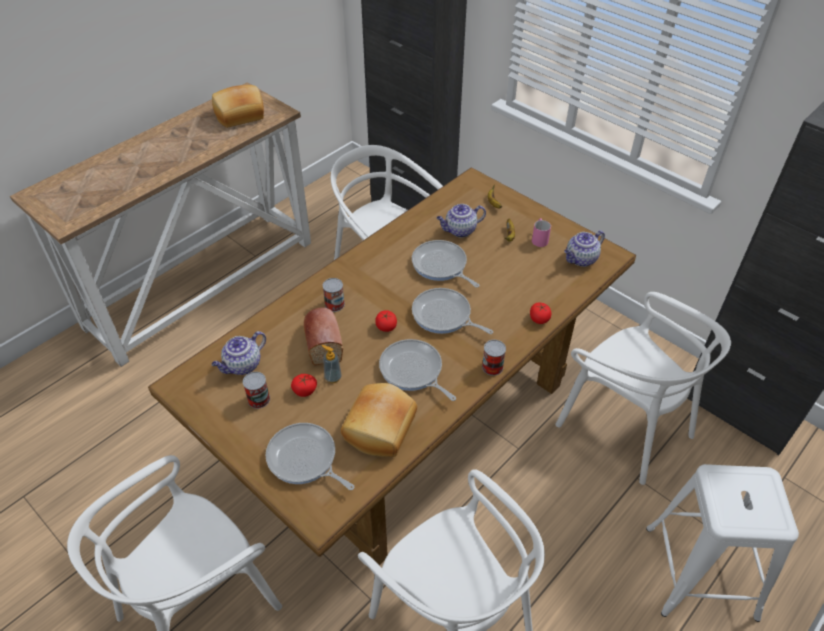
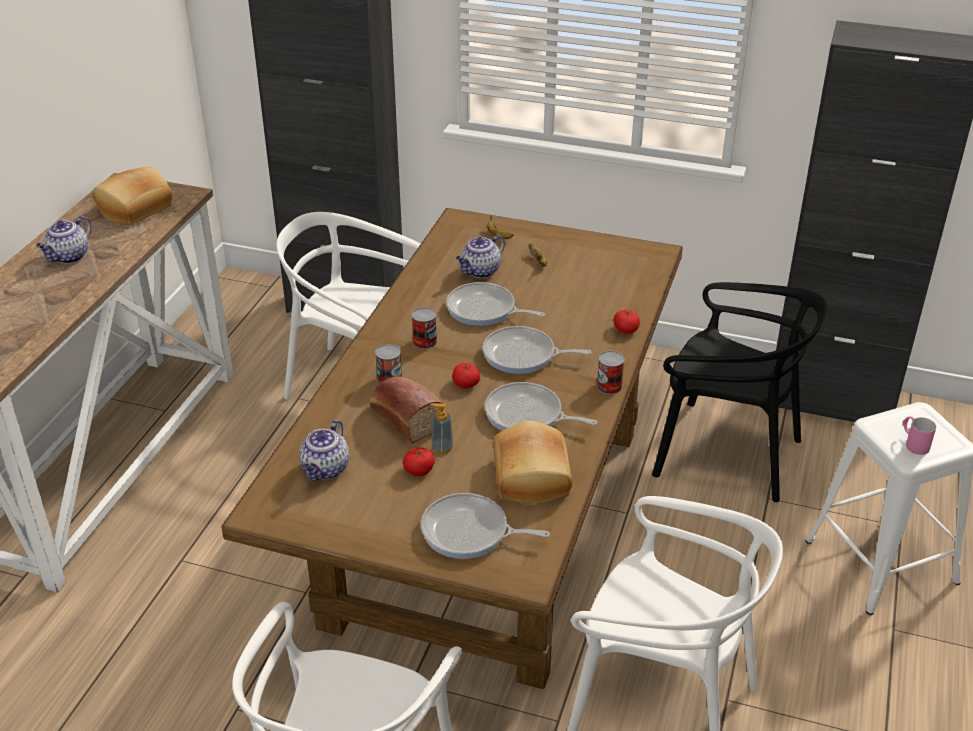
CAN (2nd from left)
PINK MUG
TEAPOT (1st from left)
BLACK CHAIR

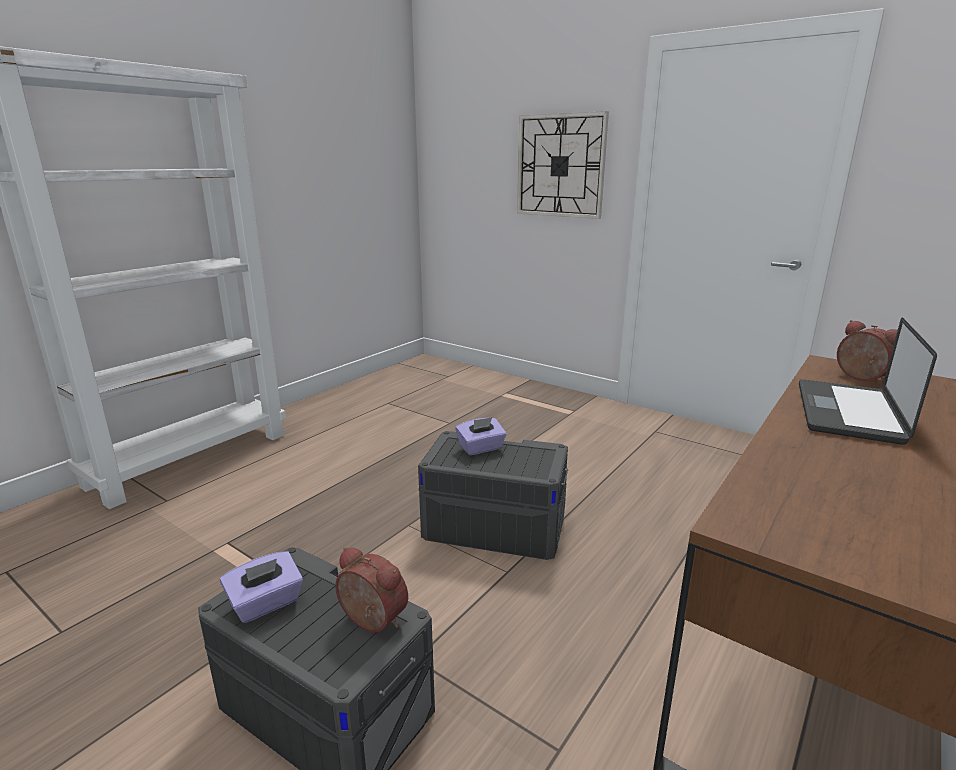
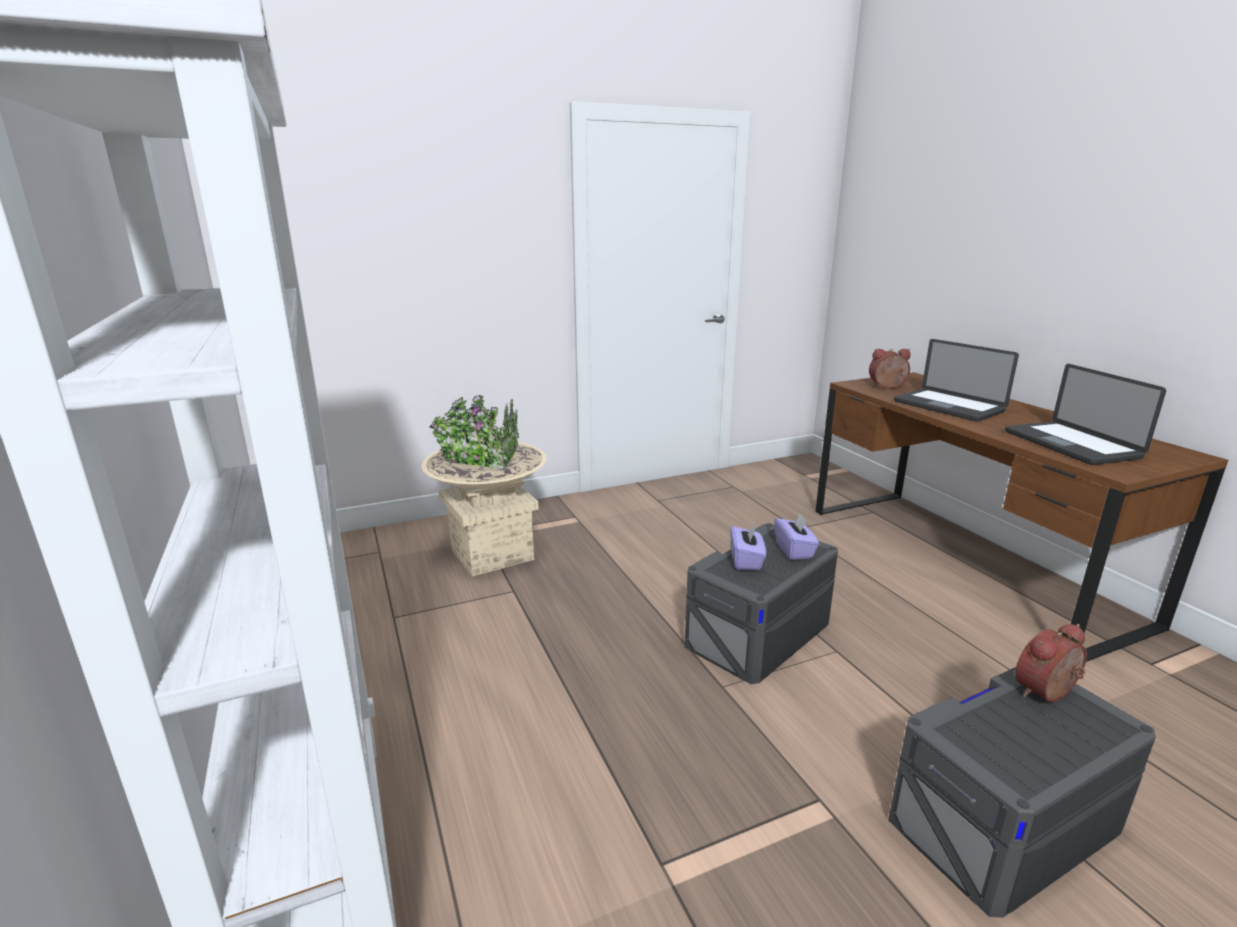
WALL CLOCK
BEIGE PLANTER
LAPTOP (2nd from left)
PURPLE TISSUE BOX (2nd from left)

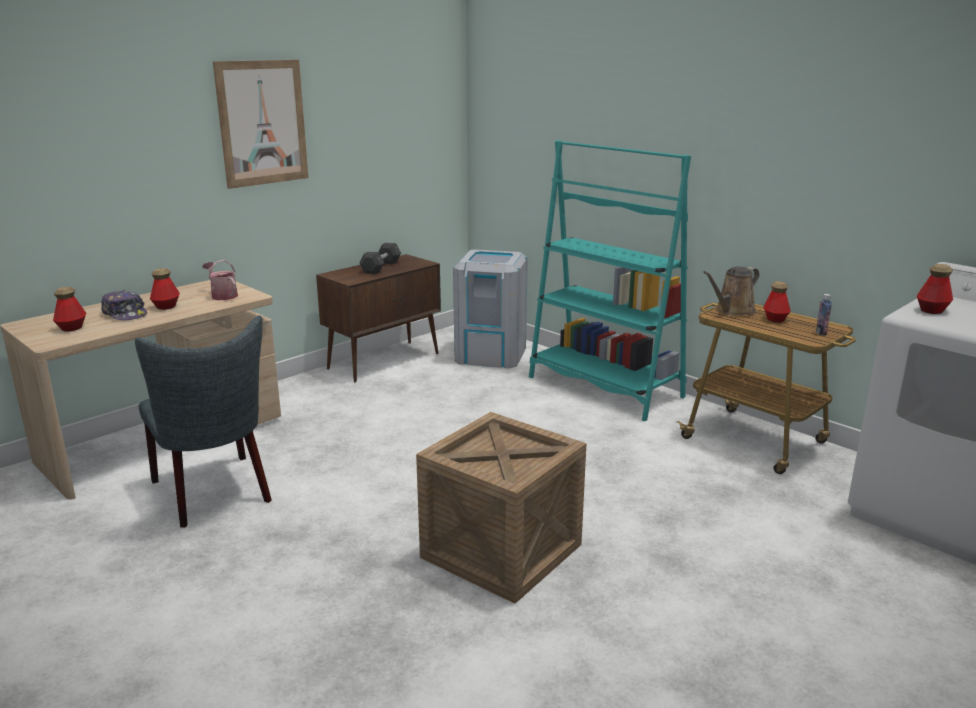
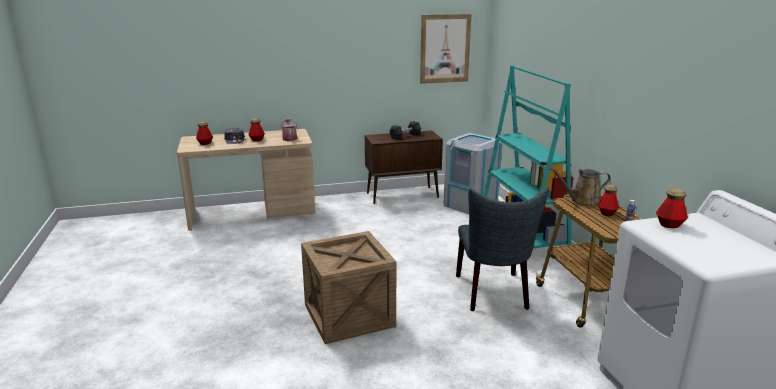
GREY CHAIR
PICTURE

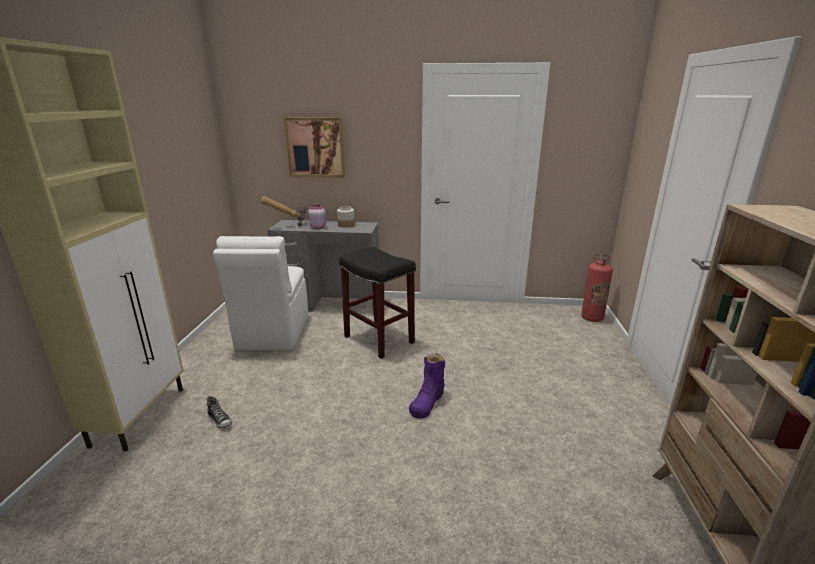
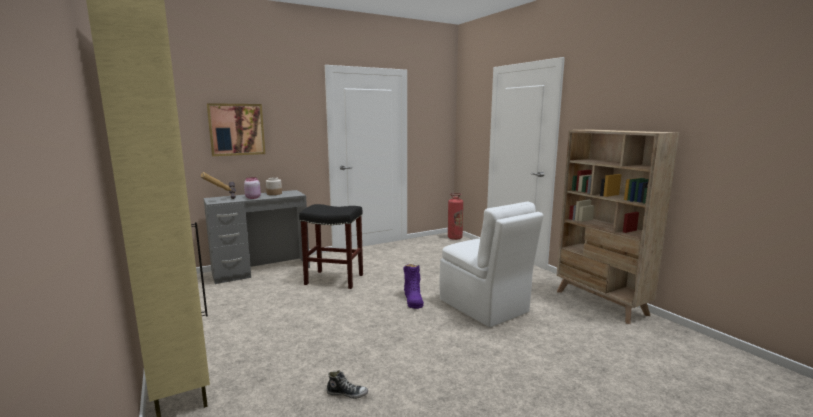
SHOE
WHITE CHAIR

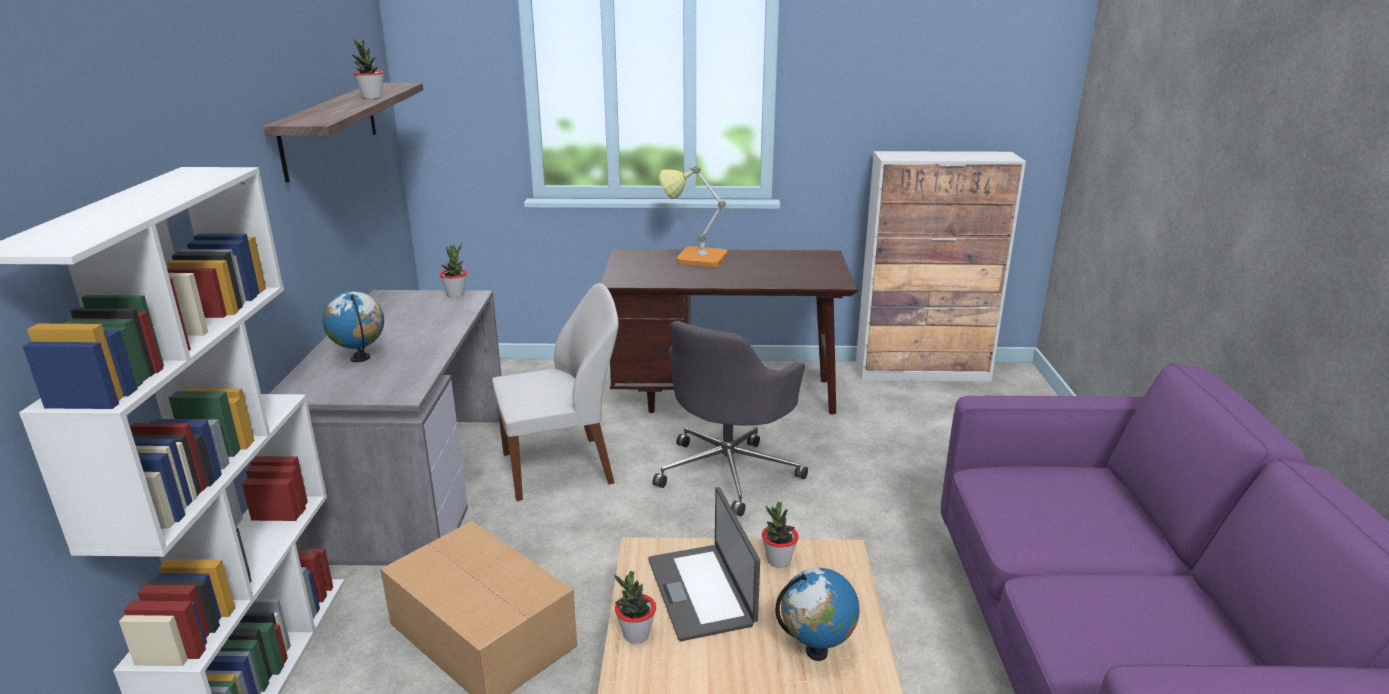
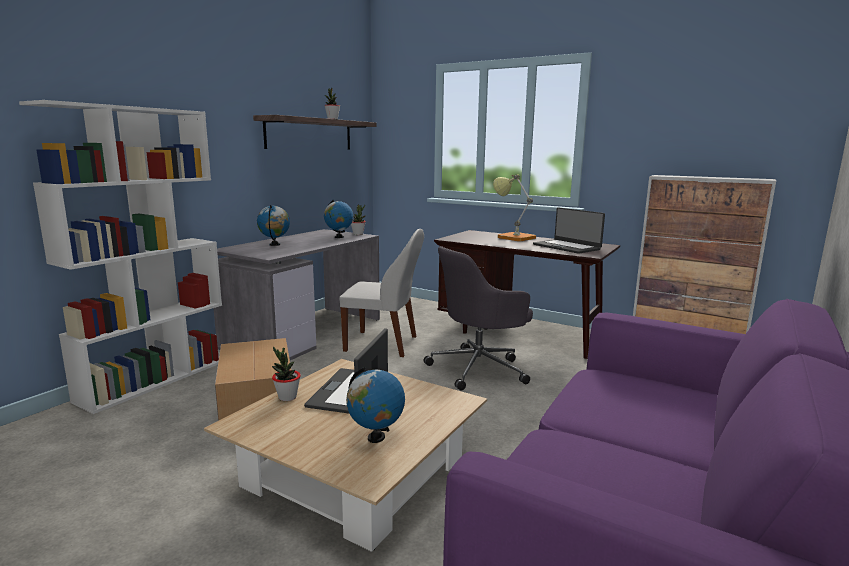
POTTED PLANT (4th from left in the first image)
GLOBE (2nd from left)
LAPTOP (2nd from left)

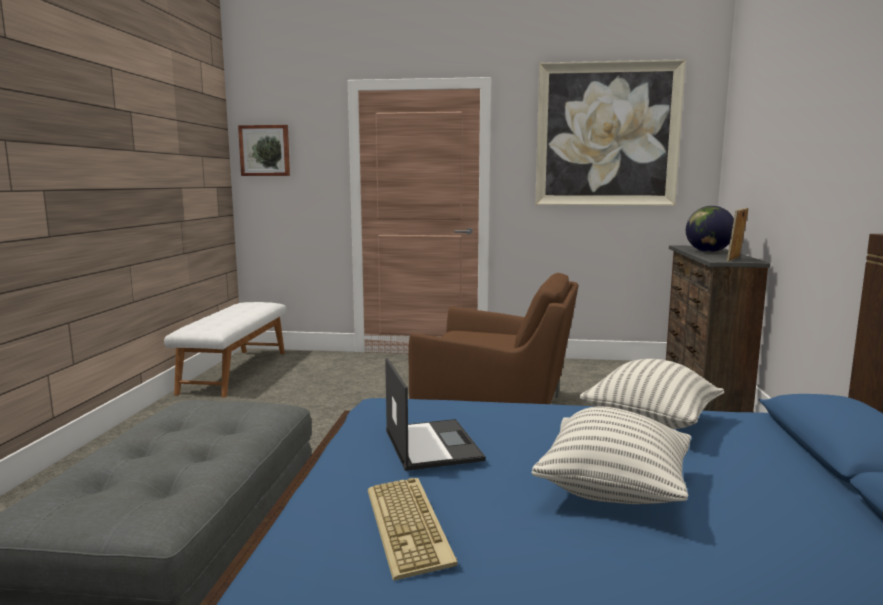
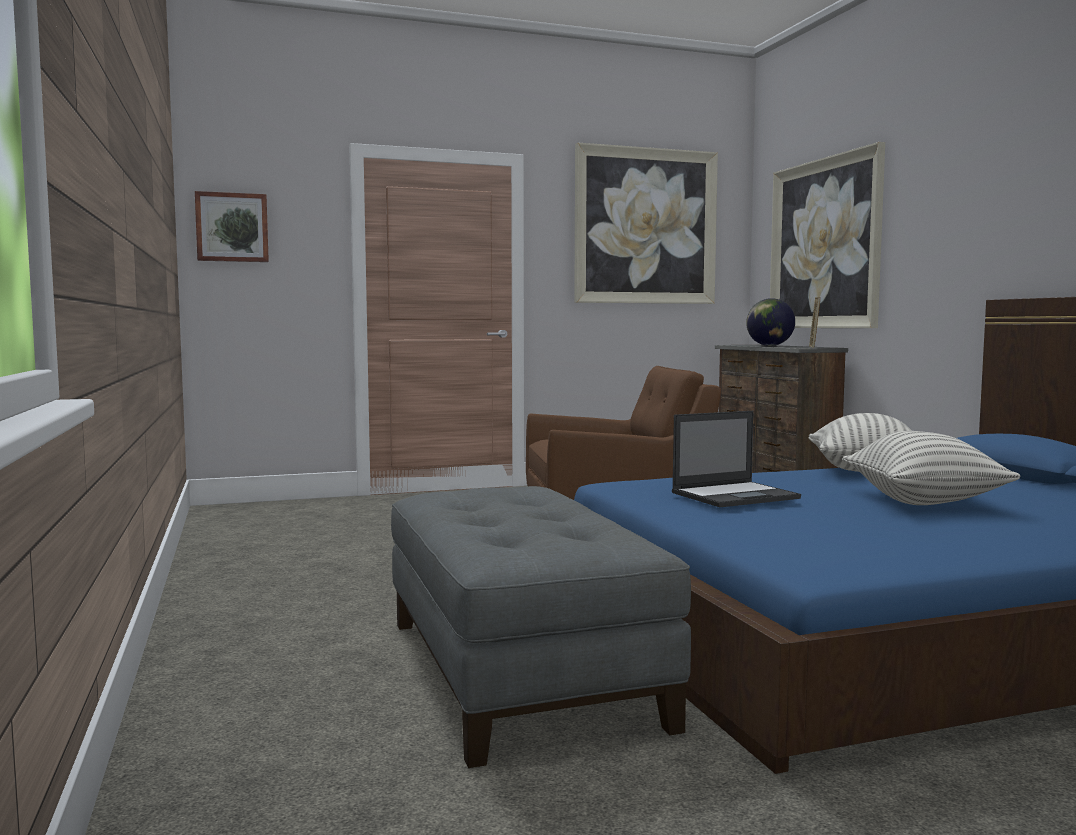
WHITE BENCH
KEYBOARD
PICTURE (3rd from left)
LAPTOP

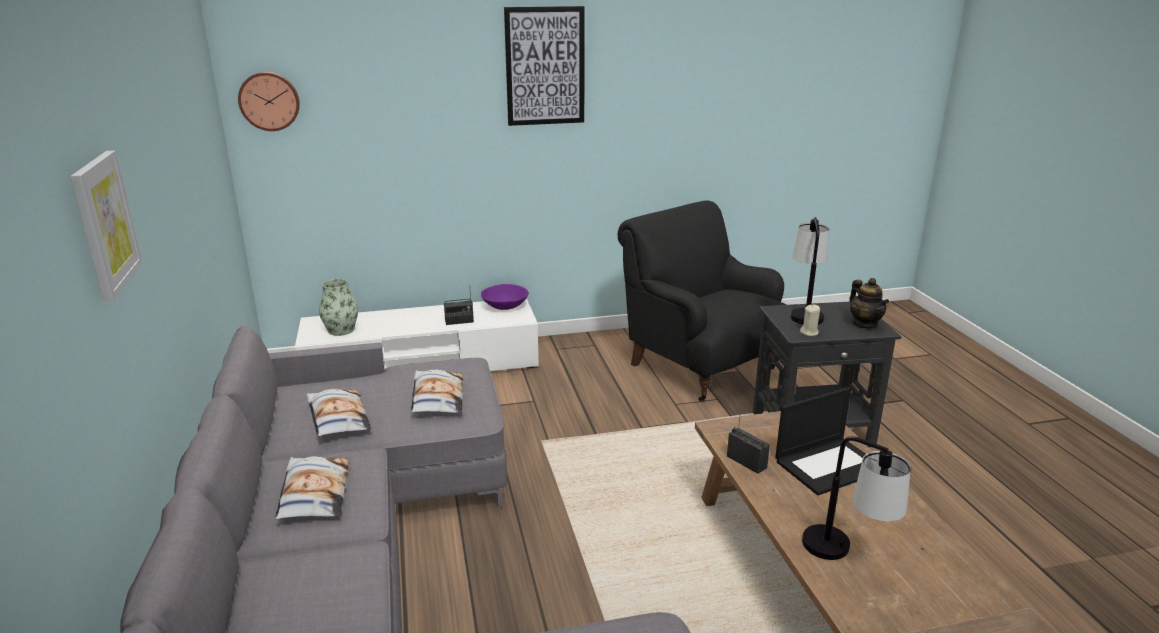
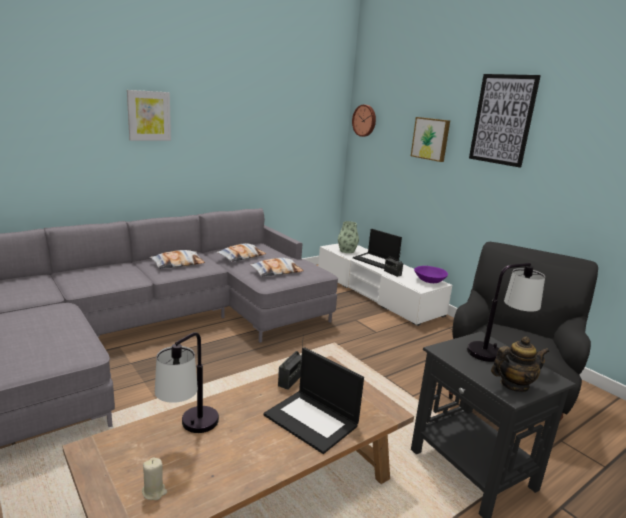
LAPTOP (2nd from left)
PICTURE (2nd from left)
BEIGE CANDLE
TEAPOT

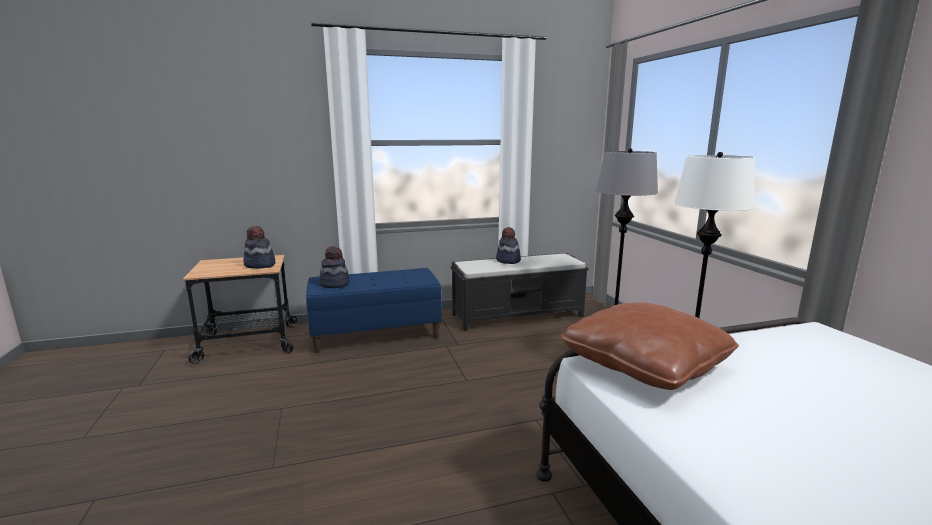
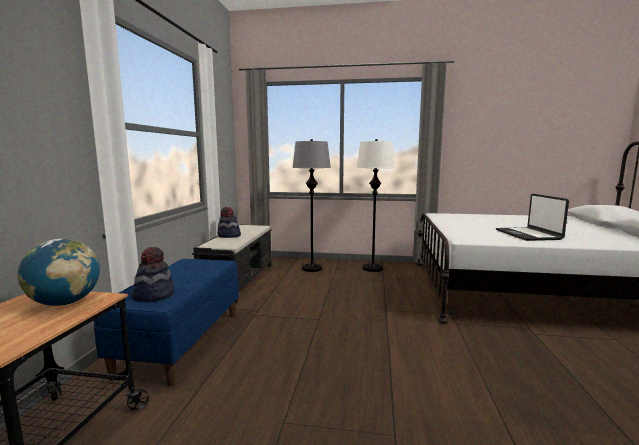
BROWN PILLOW
LAPTOP
GLOBE

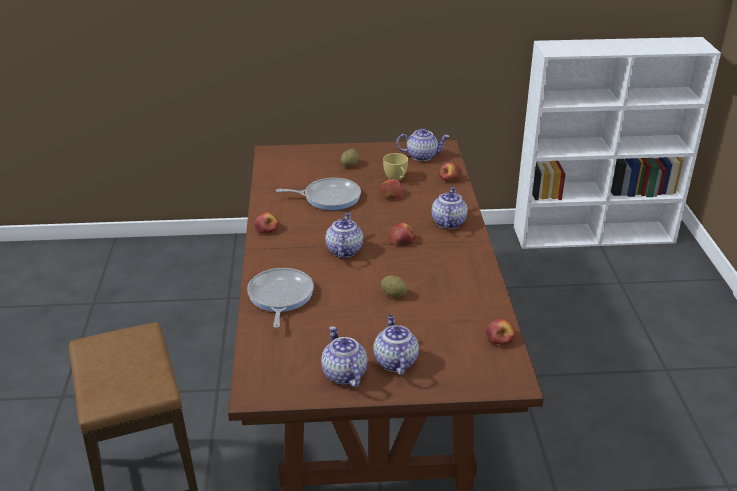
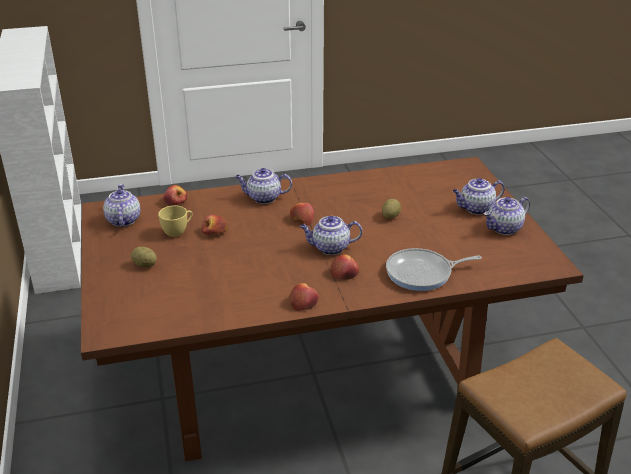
FRYING PAN (2nd from left in the first image)
APPLE (5th from left)

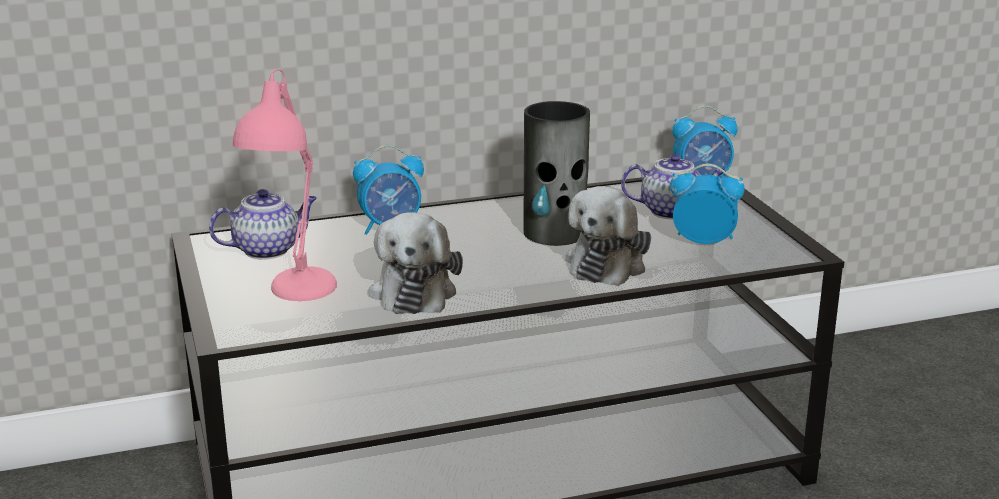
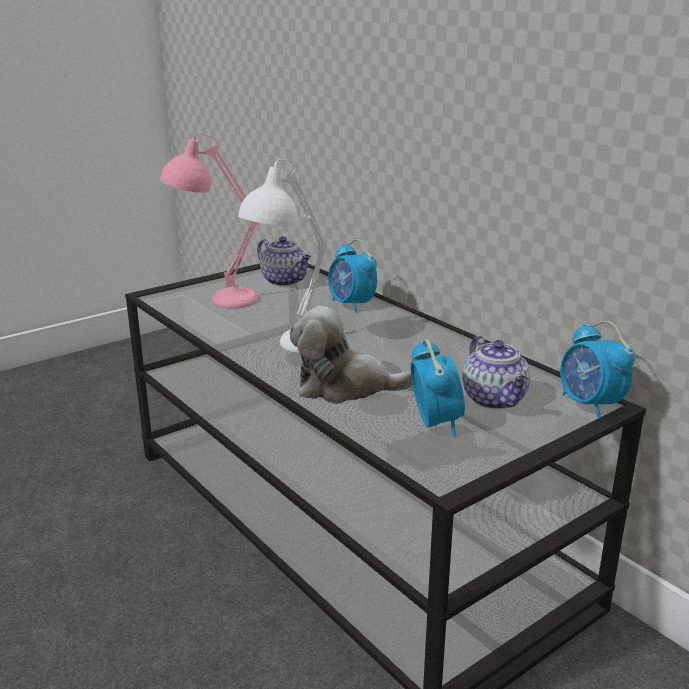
PLUSH TOY (1st from left in the first image)
VASE
WHITE TABLE LAMP

